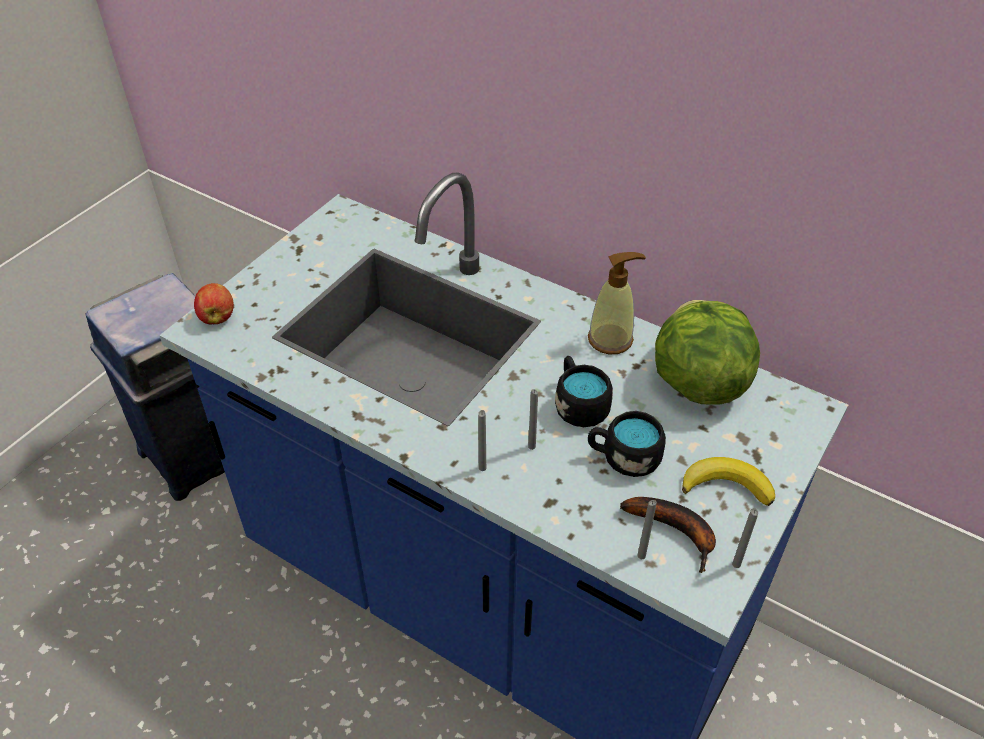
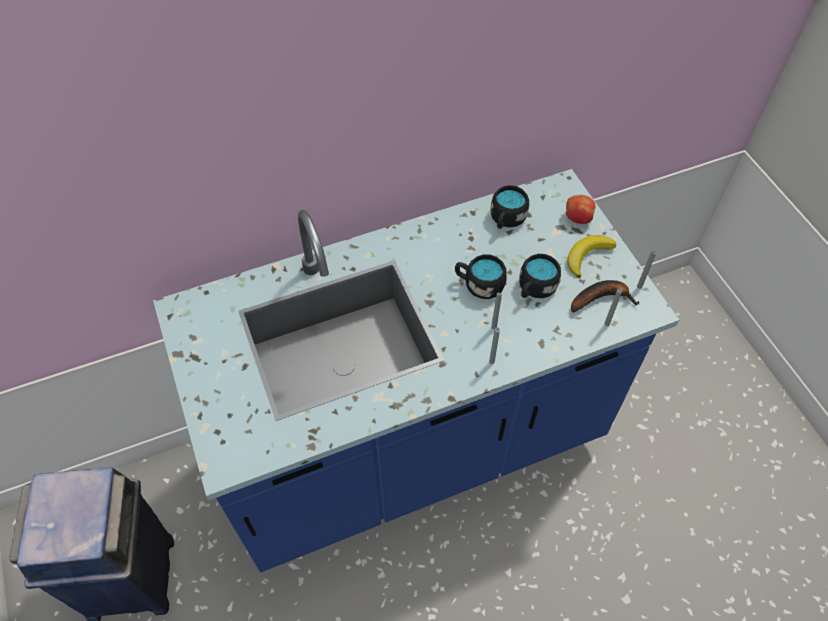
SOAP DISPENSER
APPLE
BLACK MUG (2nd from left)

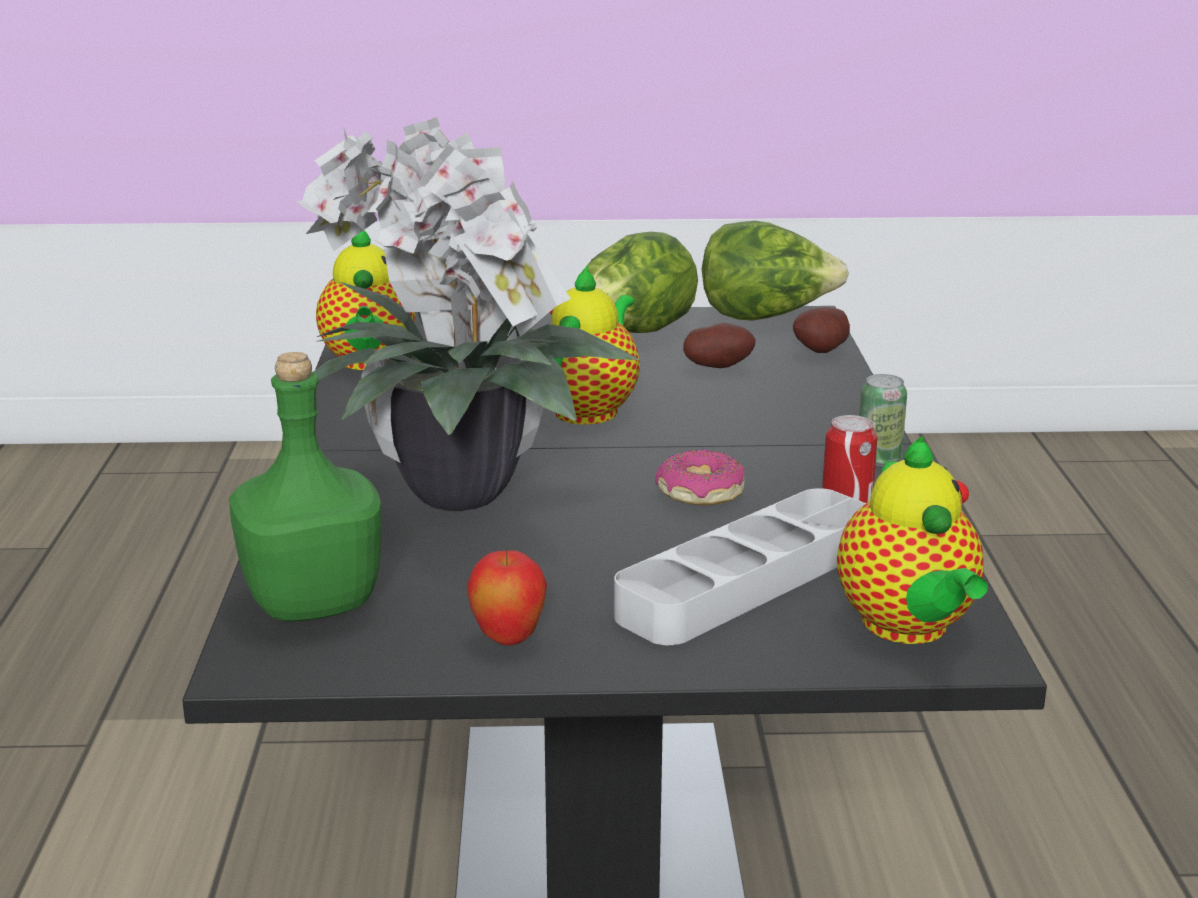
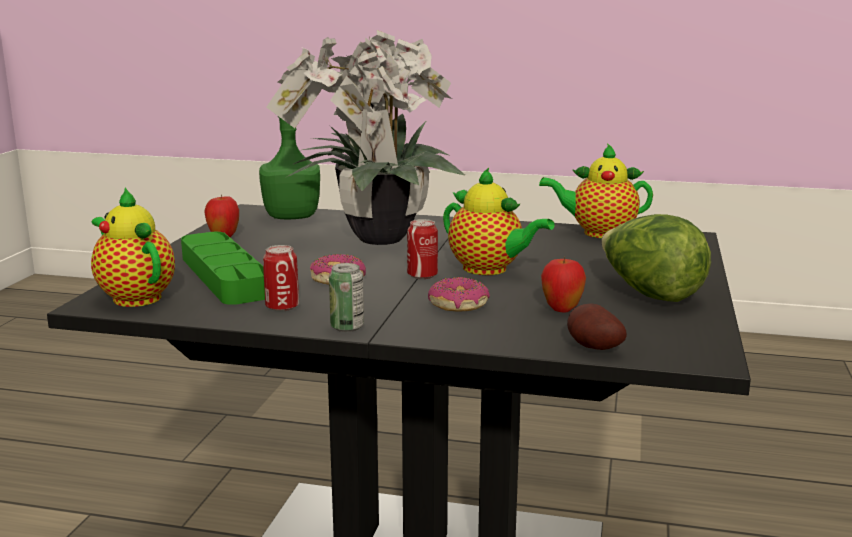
LETTUCE (2nd from left in the first image)
CAN (3rd from left)
DONUT (2nd from left)
APPLE (2nd from left)
GREEN TRAY
TEAPOT (1st from left)

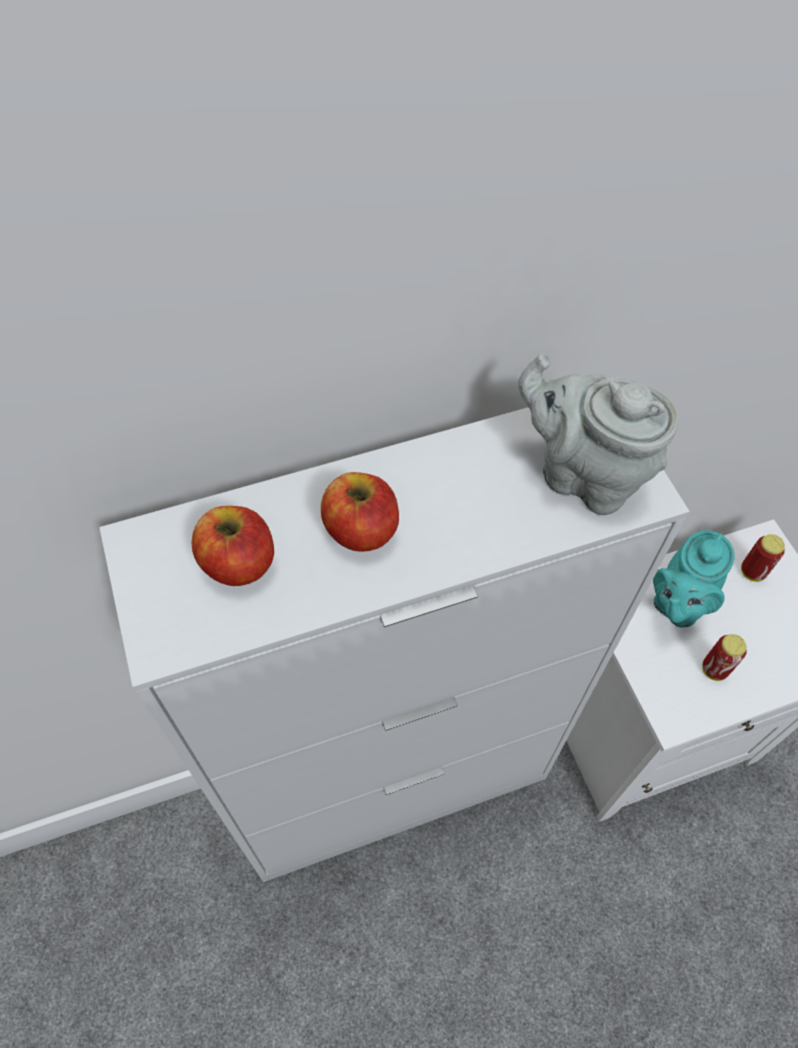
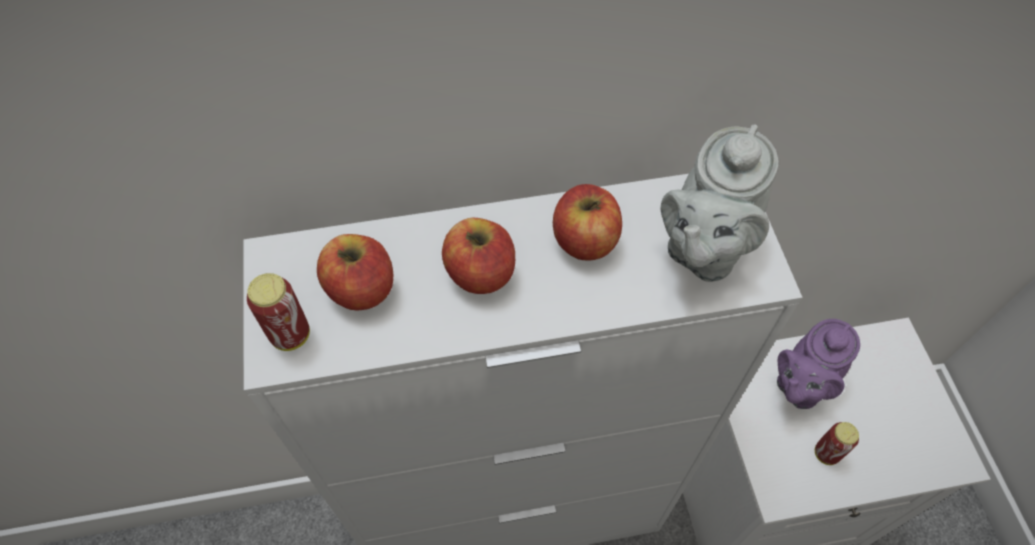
APPLE (3rd from left)
CAN (1st from left)
PURPLE TEAPOT
GREY TEAPOT

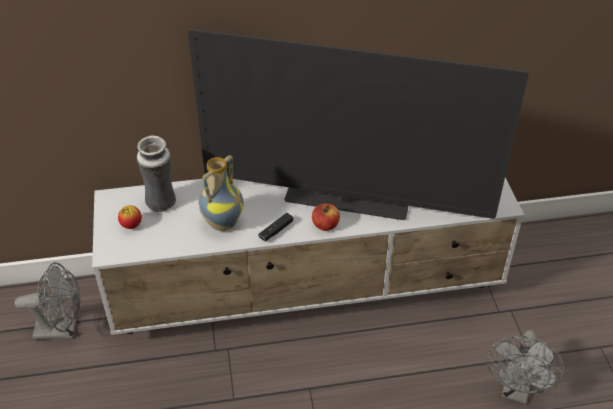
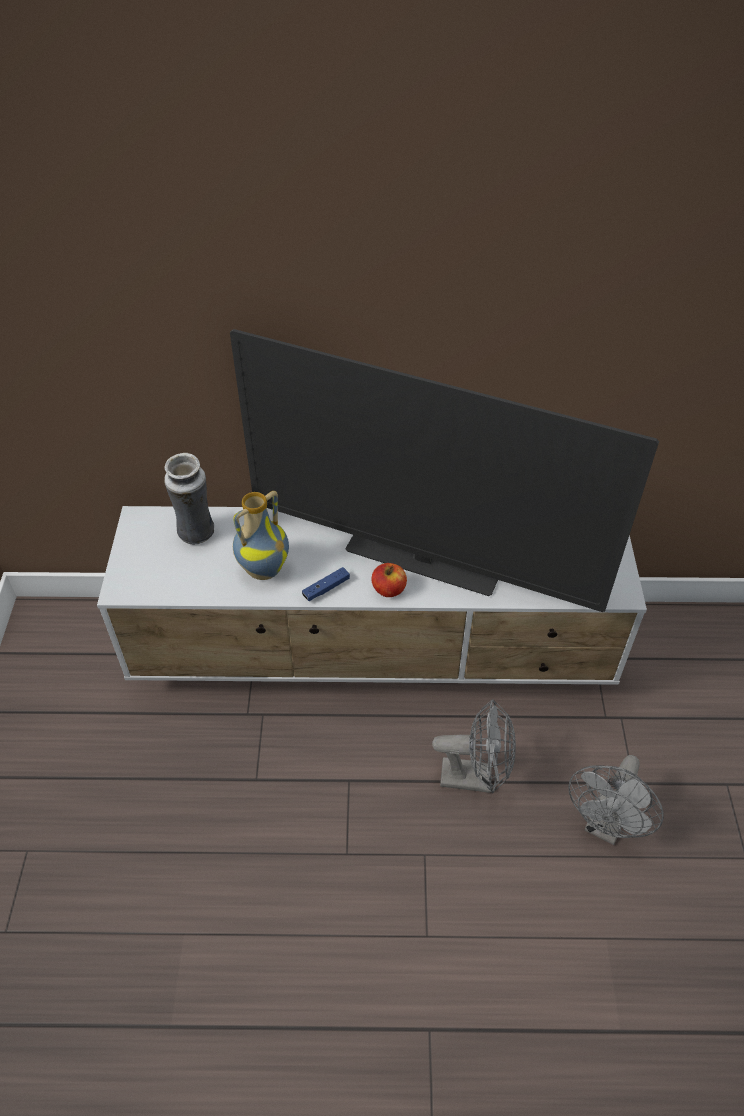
APPLE (1st from left in the first image)
GREY FAN (1st from left)
BLUE GAME CONTROLLER

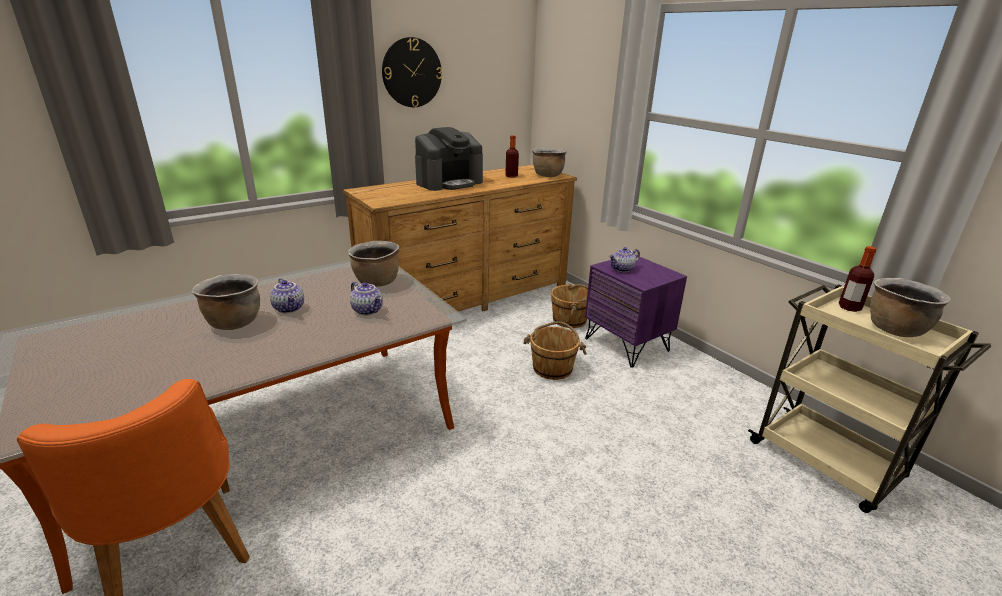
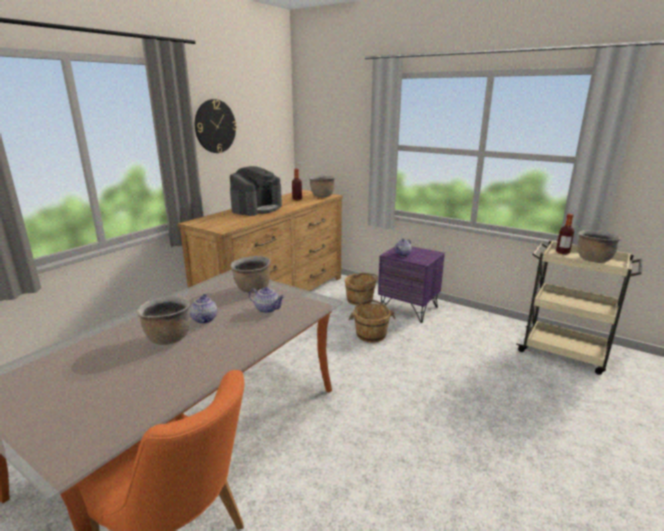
TEAPOT (1st from left)

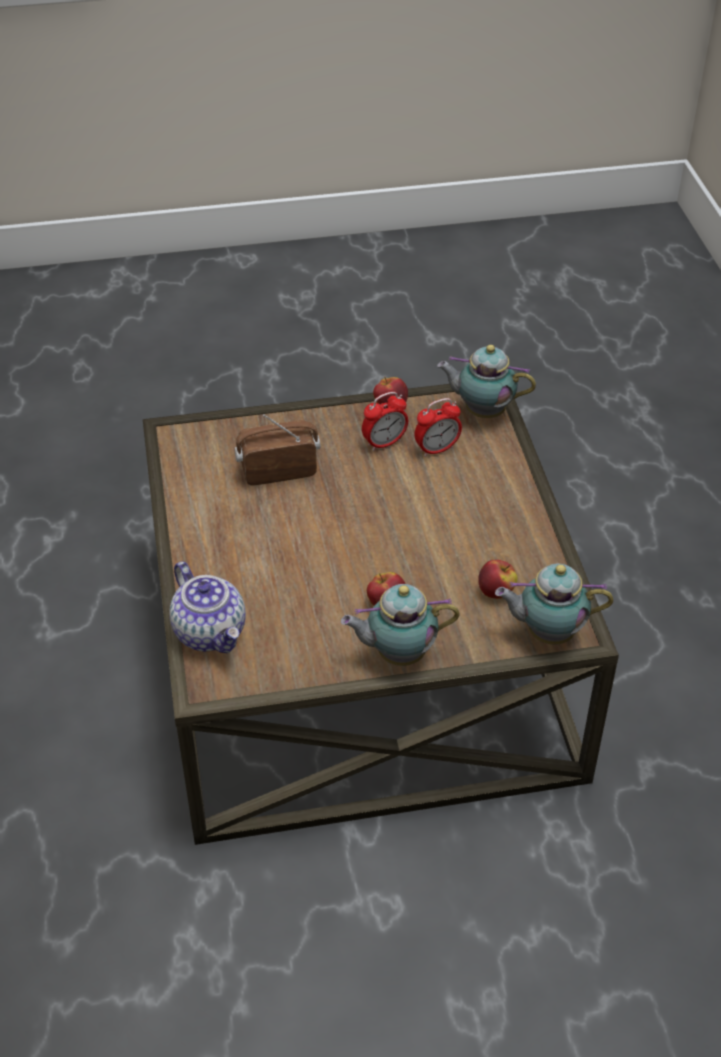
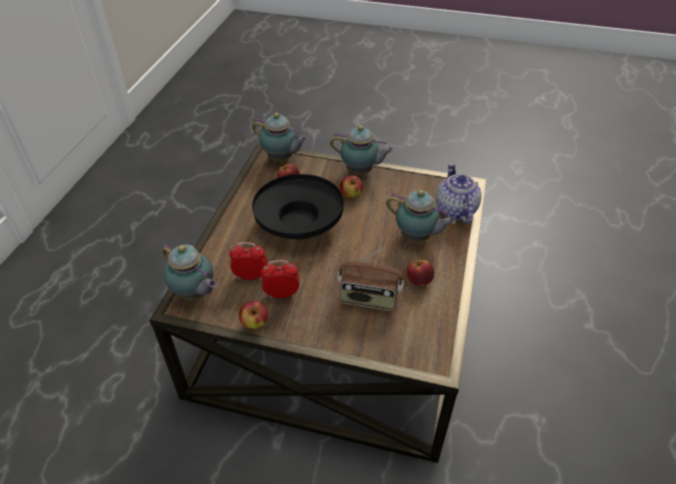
BLACK BOWL
TEAPOT (4th from left)
APPLE (4th from left)

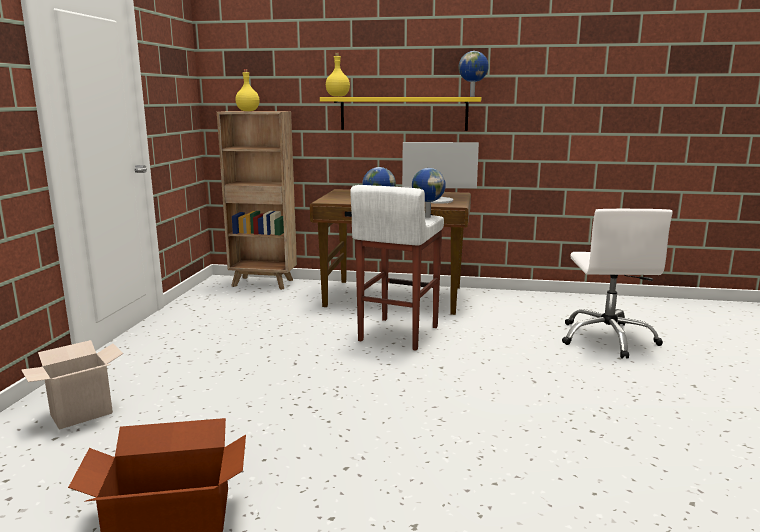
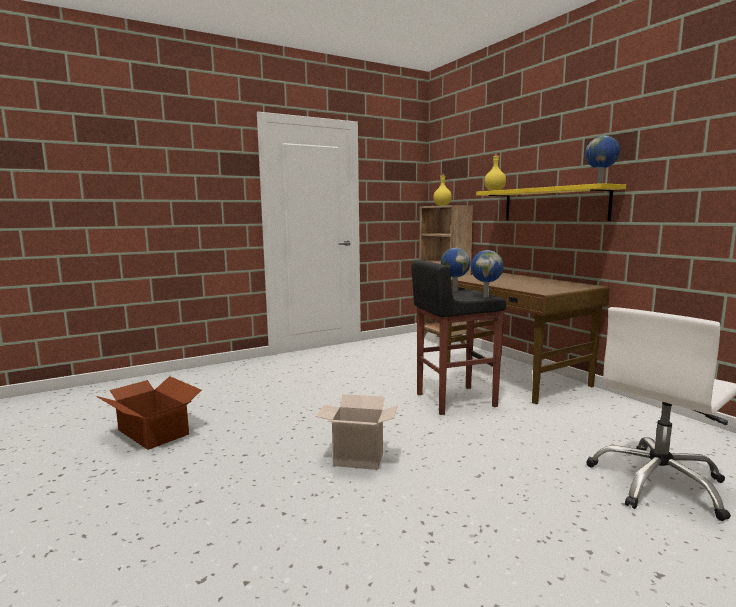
MONITOR
CARDBOARD BOX (2nd from left)
BLACK STOOL

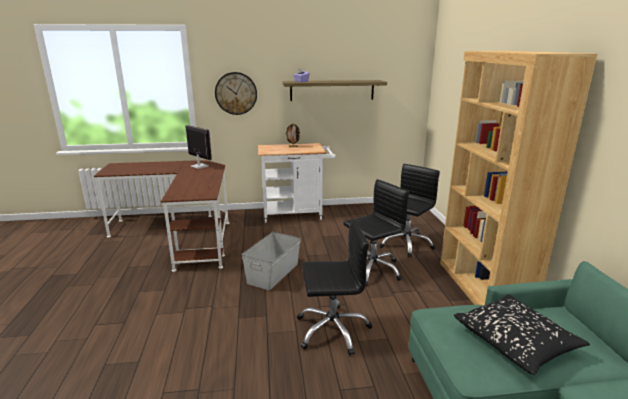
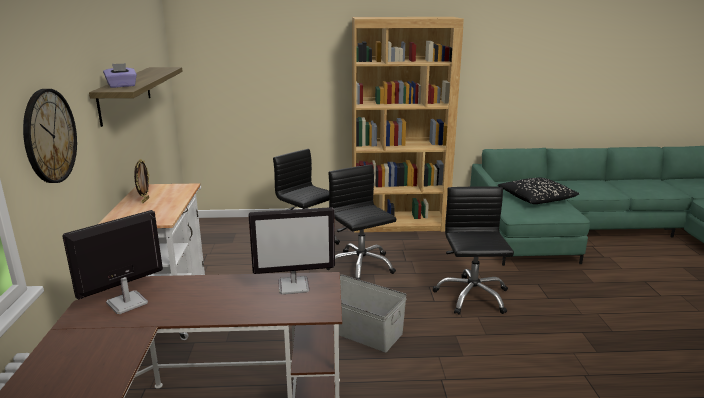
MONITOR (2nd from left)

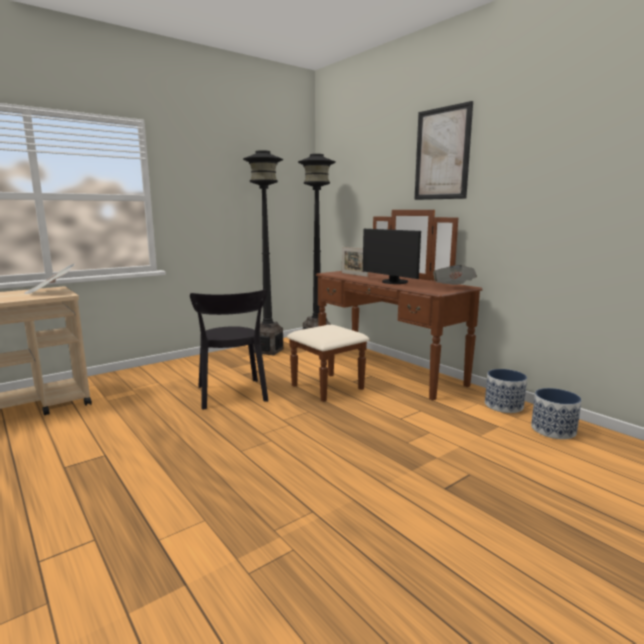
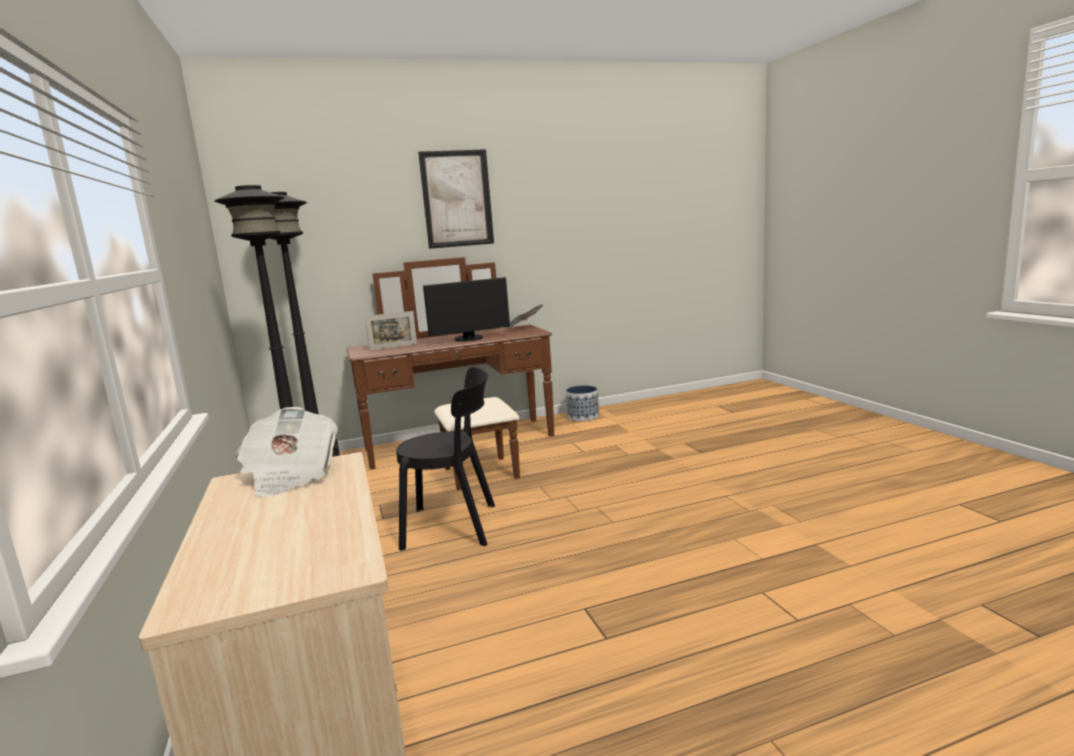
PLANTER (2nd from left in the first image)

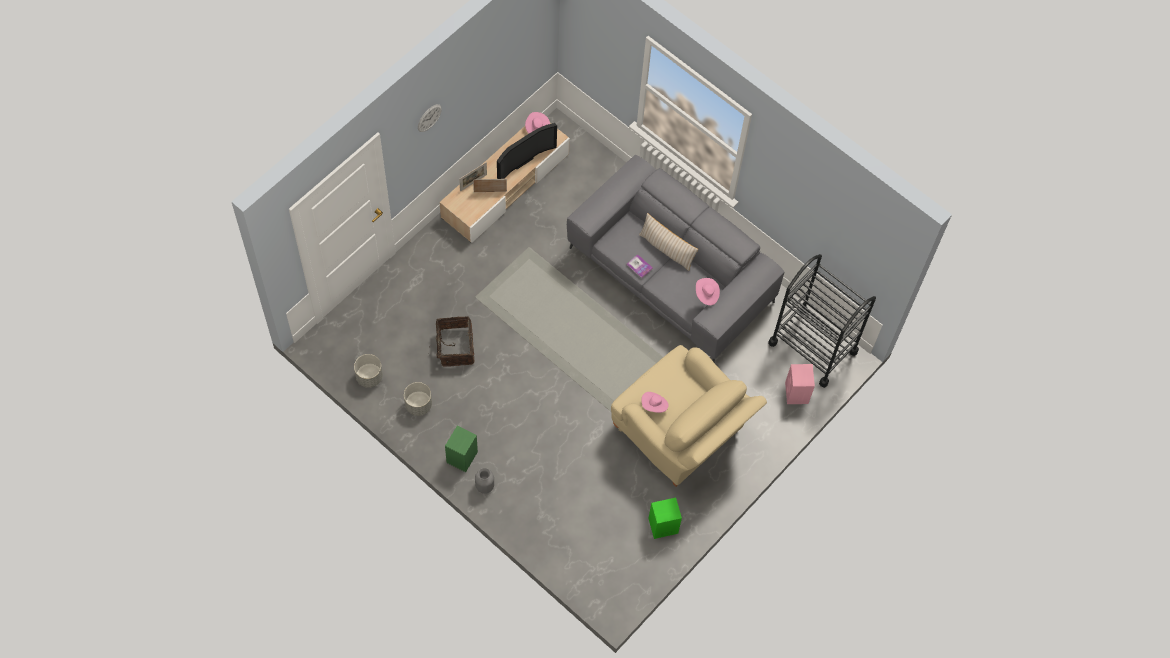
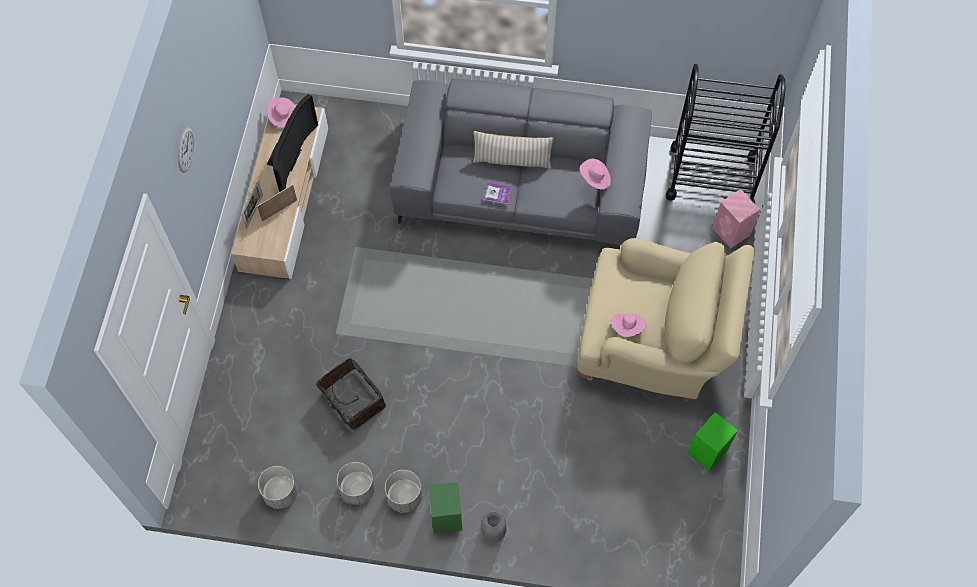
GREY PLANTER (3rd from left)

